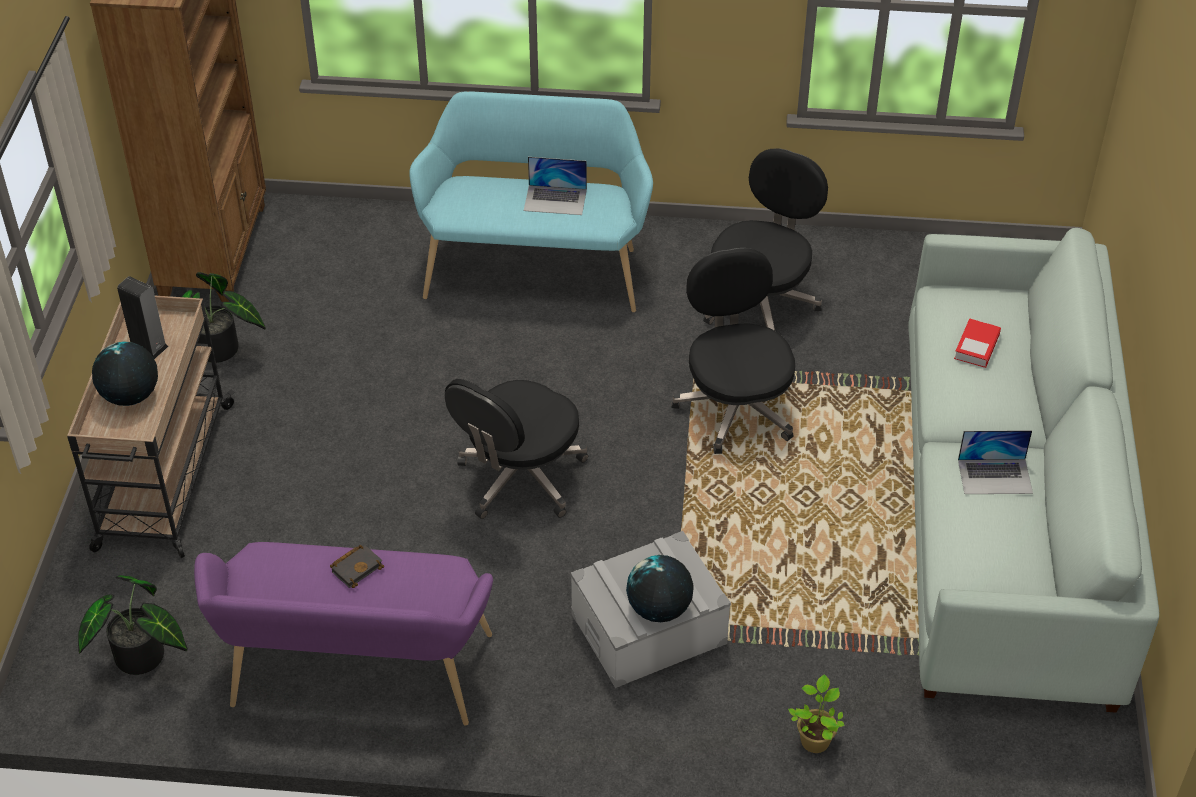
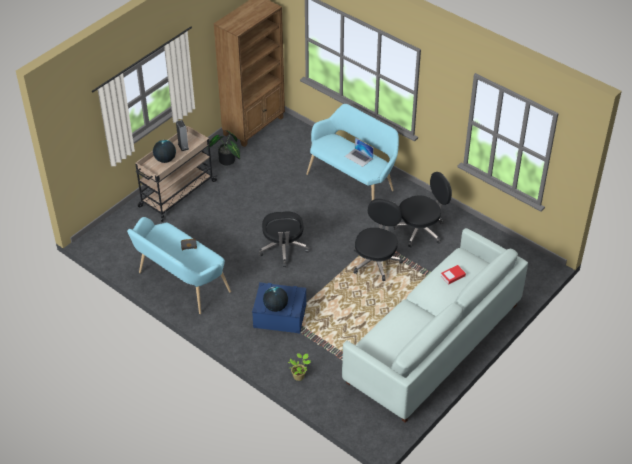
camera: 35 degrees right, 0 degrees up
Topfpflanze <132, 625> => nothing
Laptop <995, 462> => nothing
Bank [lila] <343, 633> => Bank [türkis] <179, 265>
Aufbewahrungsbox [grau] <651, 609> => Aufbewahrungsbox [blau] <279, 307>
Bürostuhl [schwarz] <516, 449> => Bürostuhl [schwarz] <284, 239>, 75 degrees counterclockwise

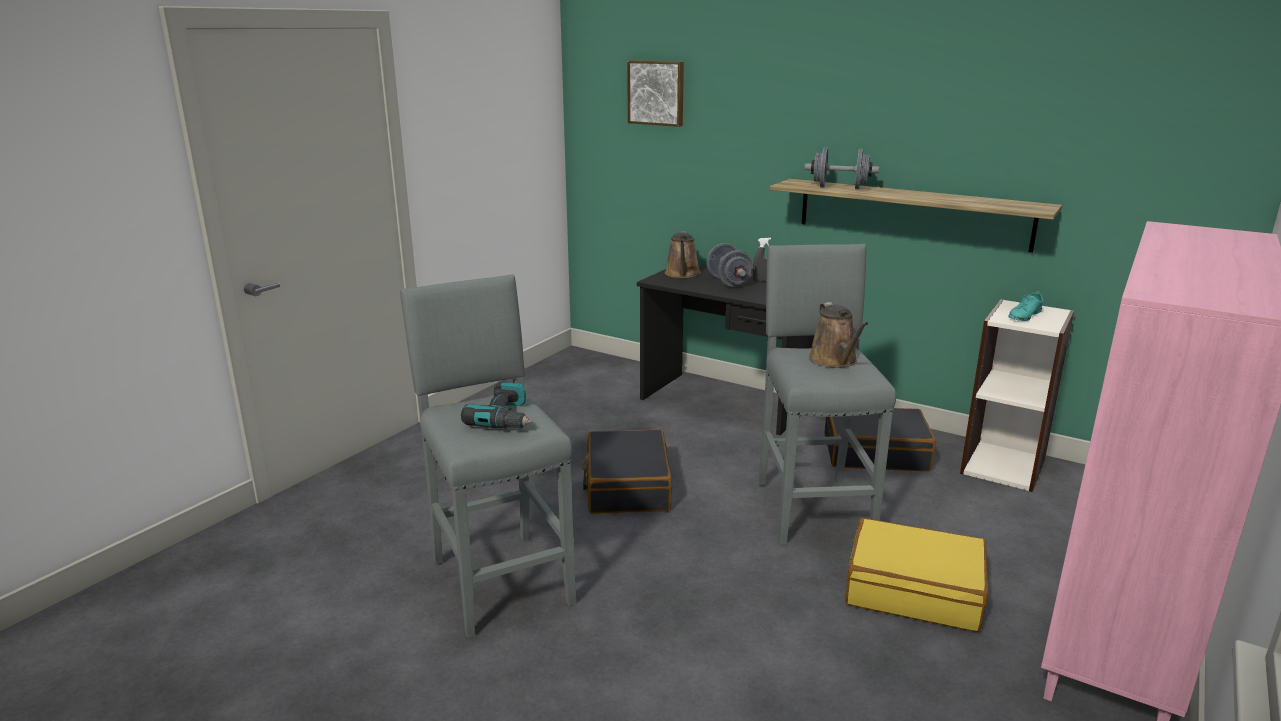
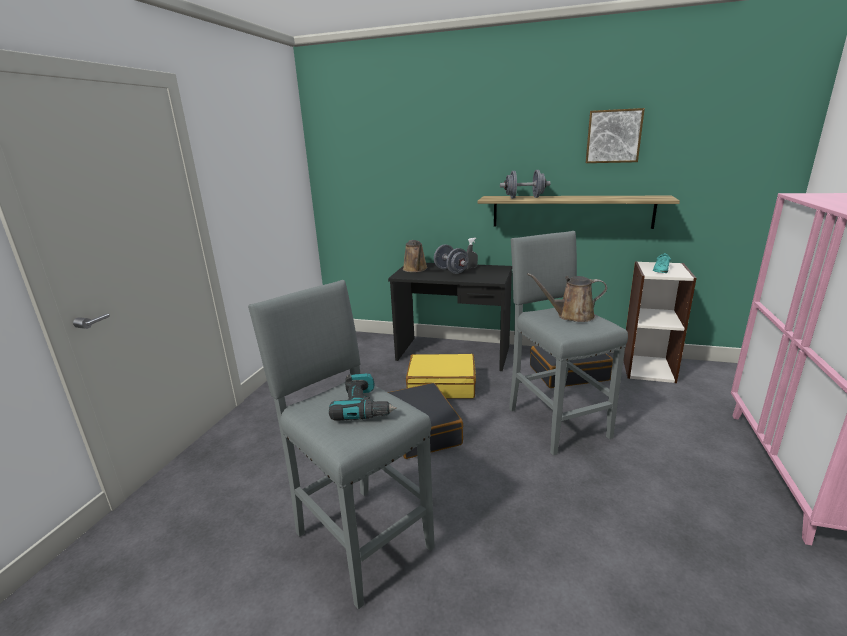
camera: 15 degrees left, 0 degrees up
Bild <655, 93> => Bild <615, 135>, move
Koffer [gelb] <916, 575> => Koffer [gelb] <441, 376>, move
Gießkanne [braun] <839, 335> => Gießkanne [braun] <567, 297>, 120 degrees clockwise

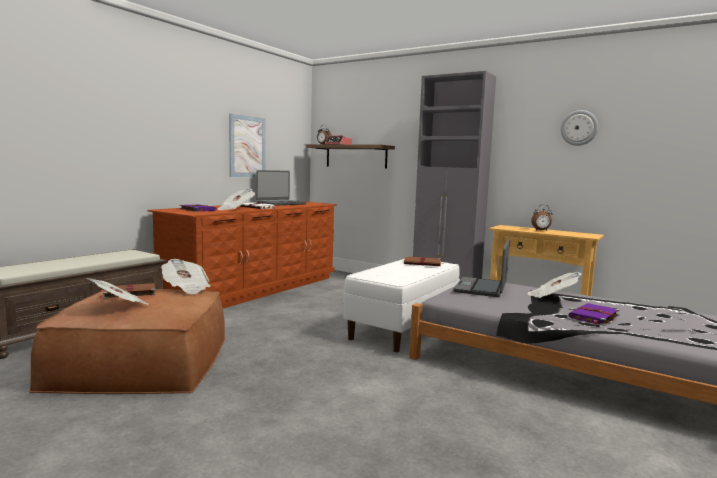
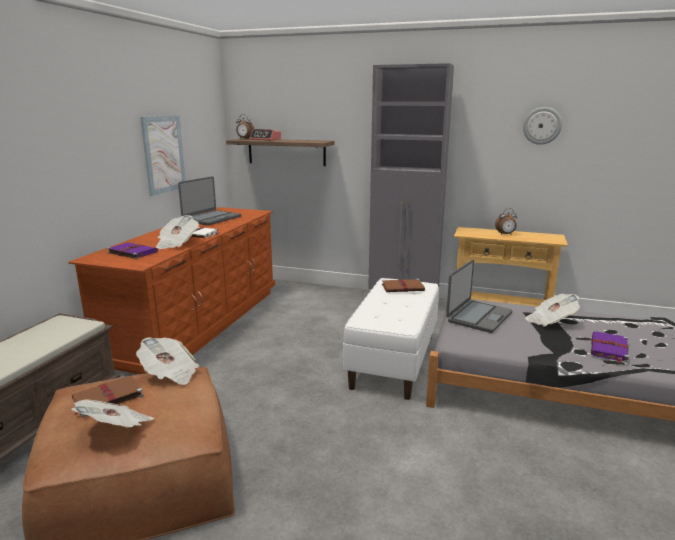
camera: 15 degrees left, 10 degrees up
Laptop <481, 268> => Laptop <479, 296>, 150 degrees counterclockwise

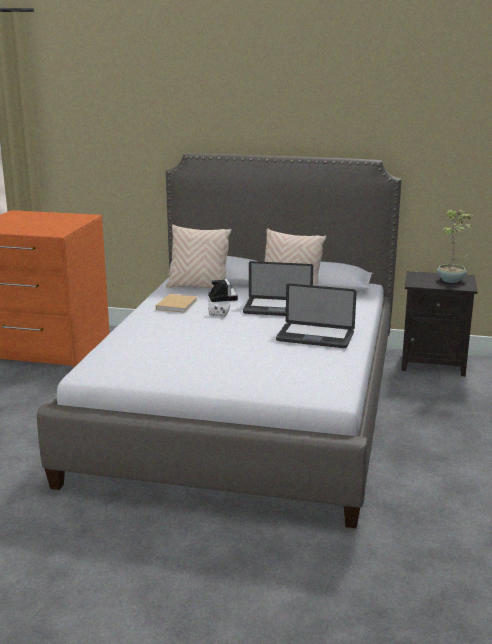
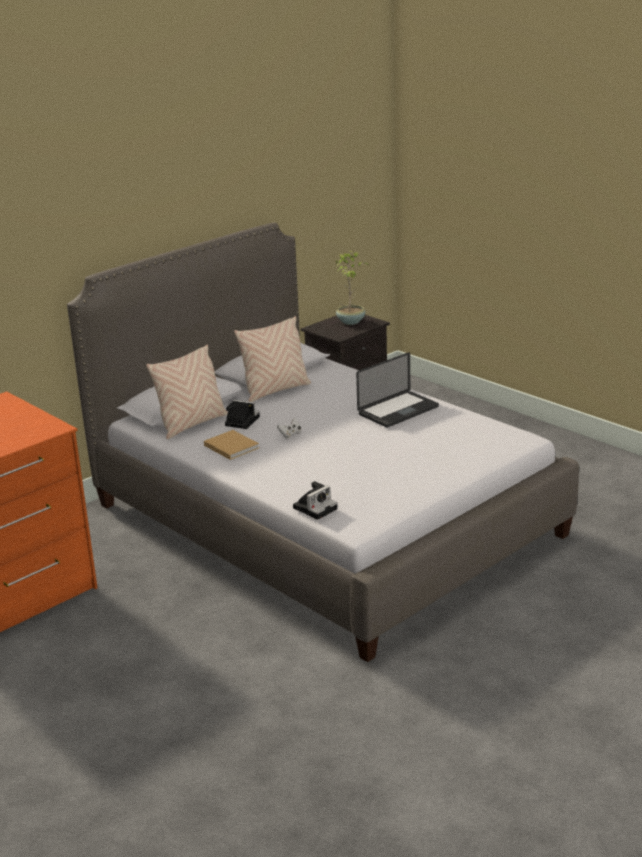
camera: 55 degrees left, 5 degrees up
Laptop <278, 288> => nothing
nothing => Kamera <315, 500>

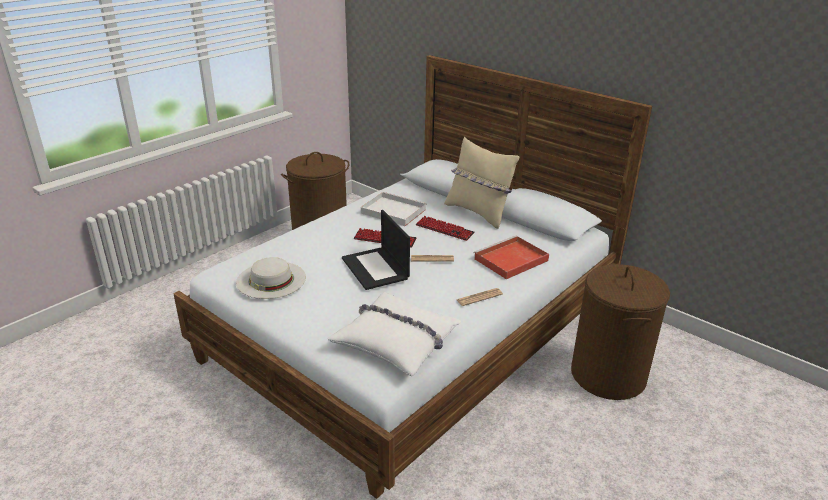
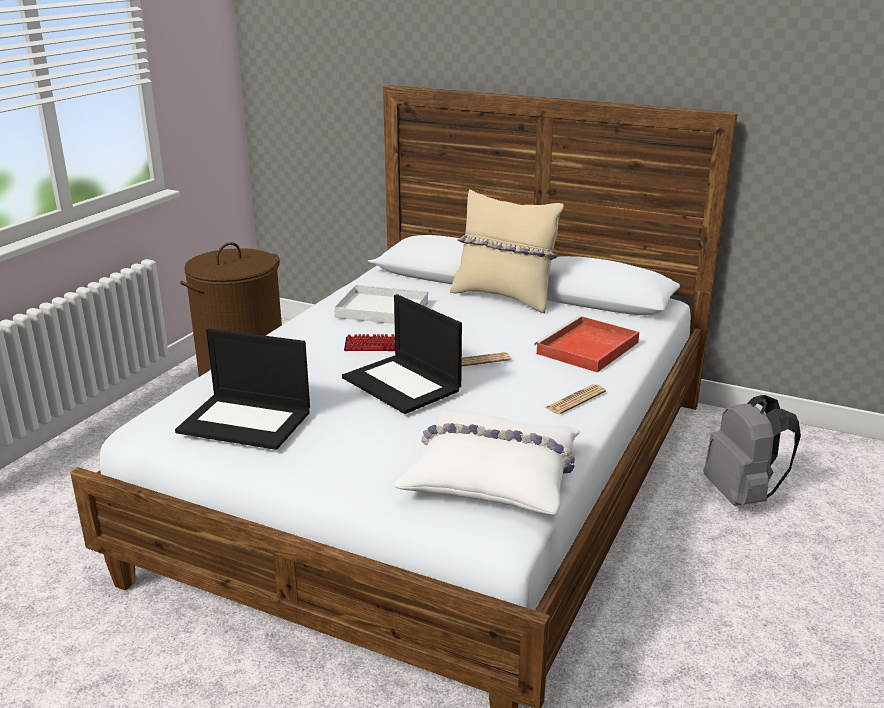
camera: 15 degrees left, 5 degrees down
Tastatur <445, 228> => nothing
Hut [weiß] <271, 278> => Laptop <242, 389>
Wäschekorb [braun] <620, 331> => Rucksack [grau] <752, 450>

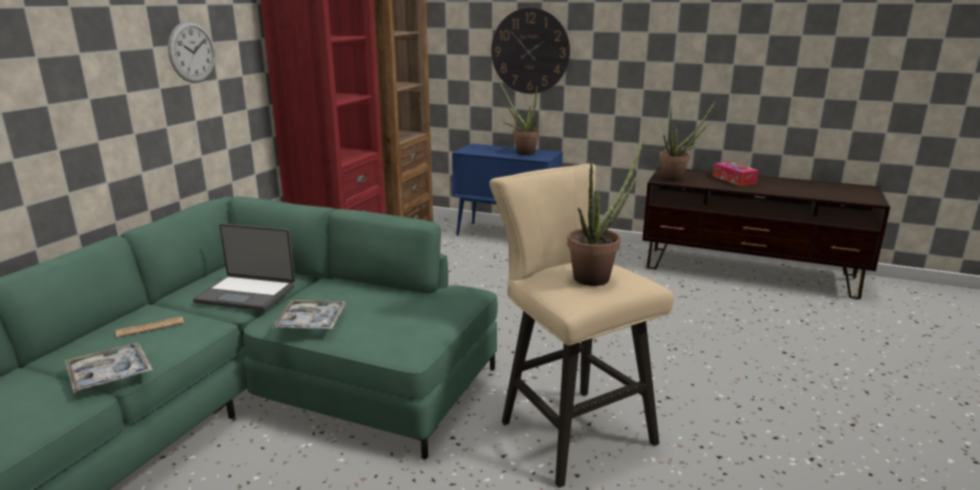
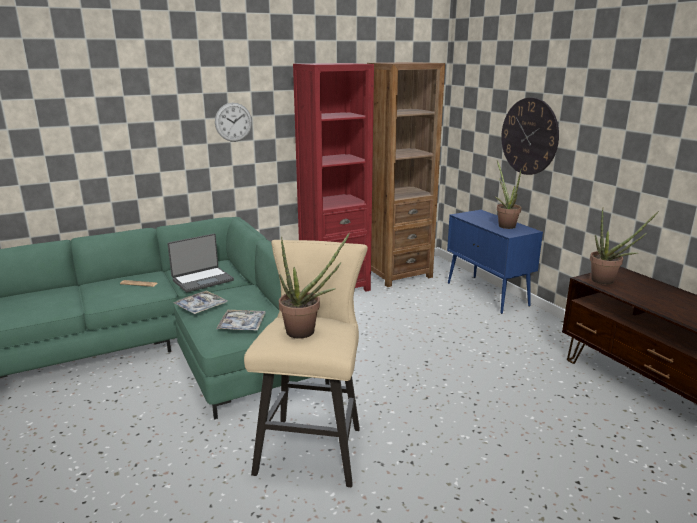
camera: 40 degrees right, 0 degrees up
Taschentuchbox <735, 173> => nothing
Tablett <109, 368> => Tablett <241, 320>, move
Laptop <244, 267> => Laptop <201, 263>, 90 degrees counterclockwise

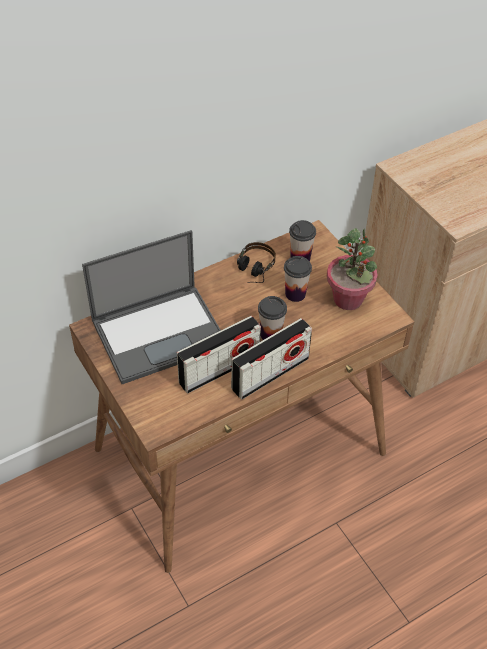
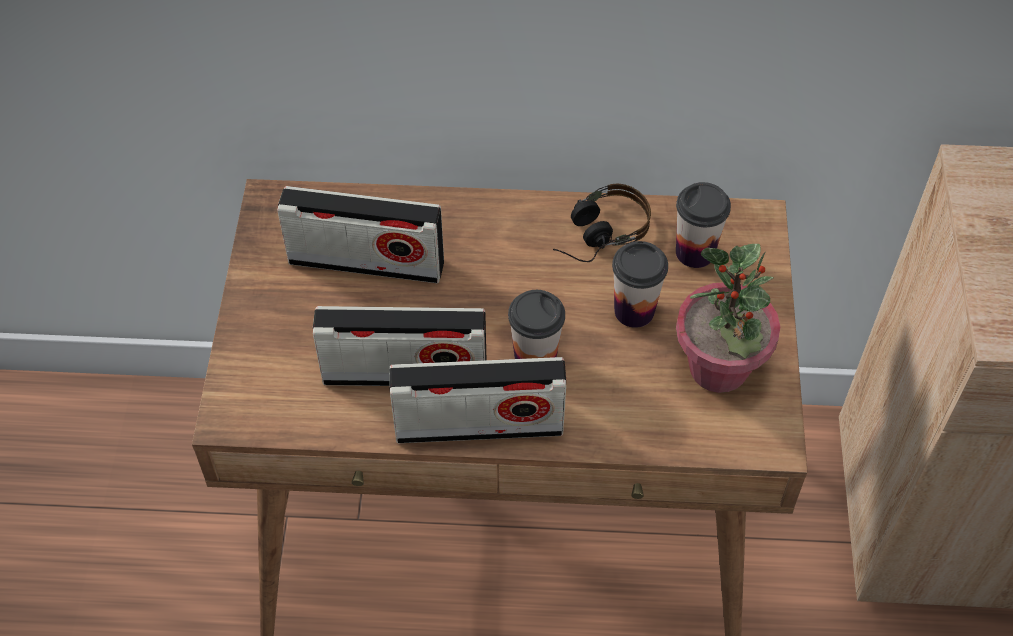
camera: 35 degrees right, 5 degrees up
Laptop <151, 307> => Radio <360, 234>

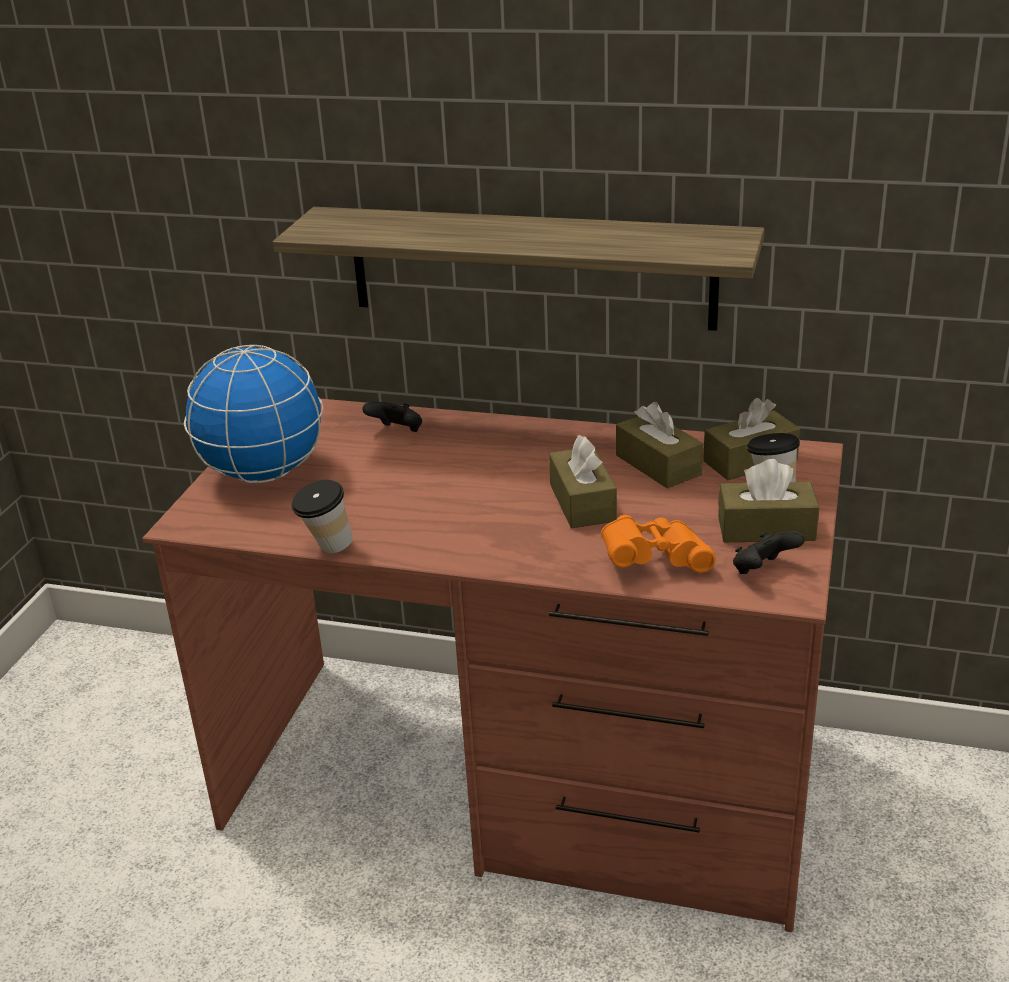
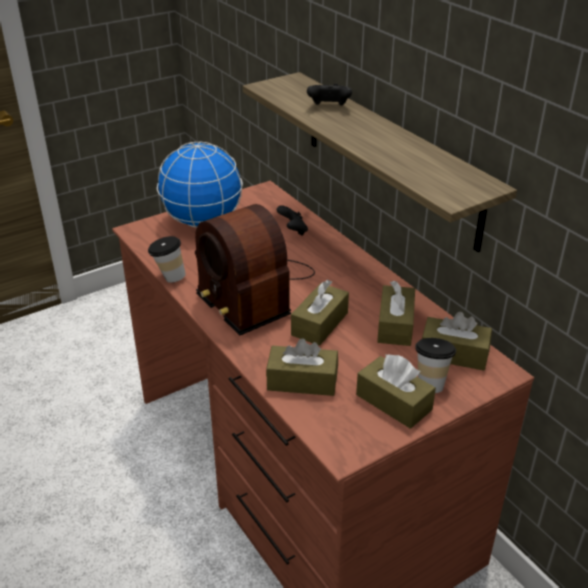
camera: 40 degrees right, 5 degrees up
nothing => Radio <255, 269>
Gamepad [schwarz] <769, 552> => Gamepad [schwarz] <329, 95>, move
Fernglas [orange] <658, 544> => Taschentuchbox [braun] <302, 367>

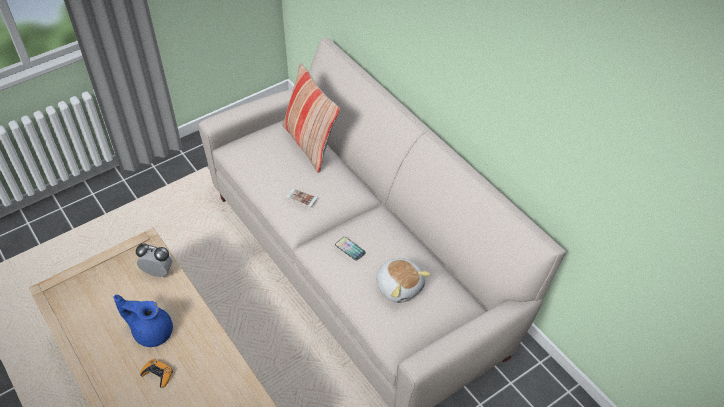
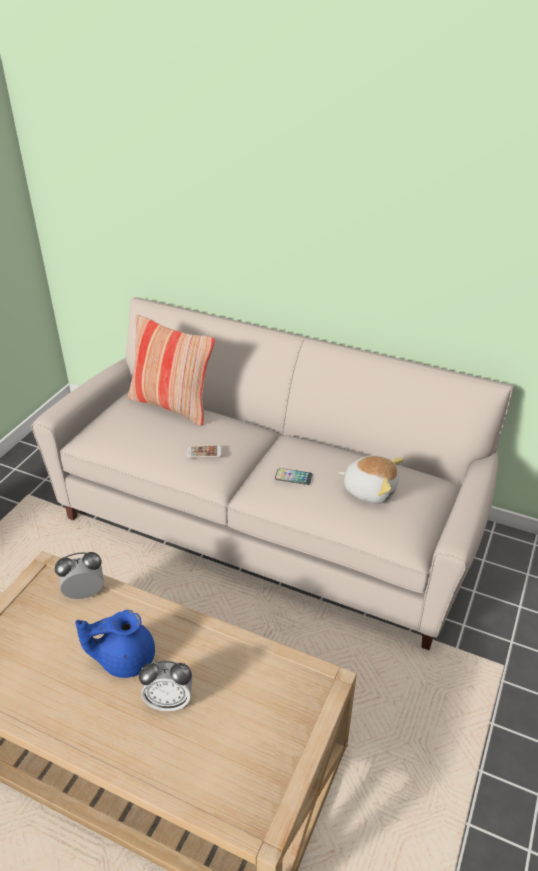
camera: 30 degrees left, 10 degrees down
Gamepad [orange] <156, 373> => Wecker <165, 686>

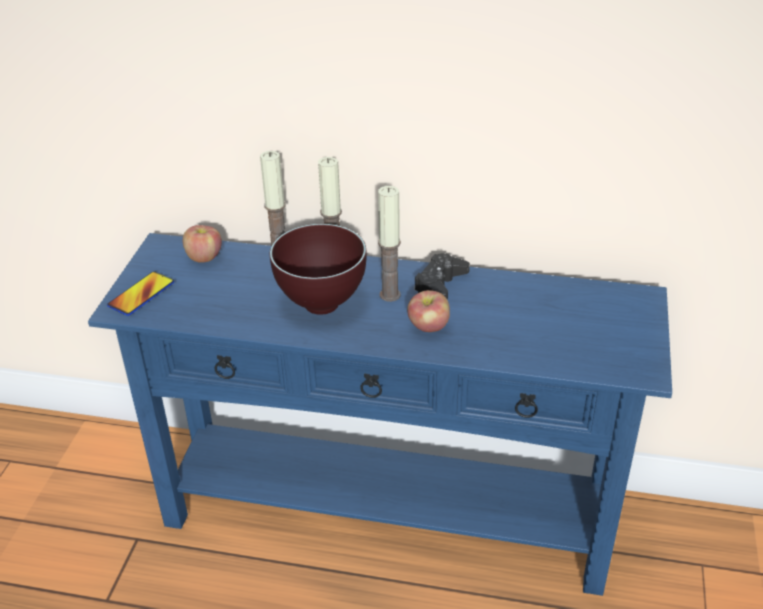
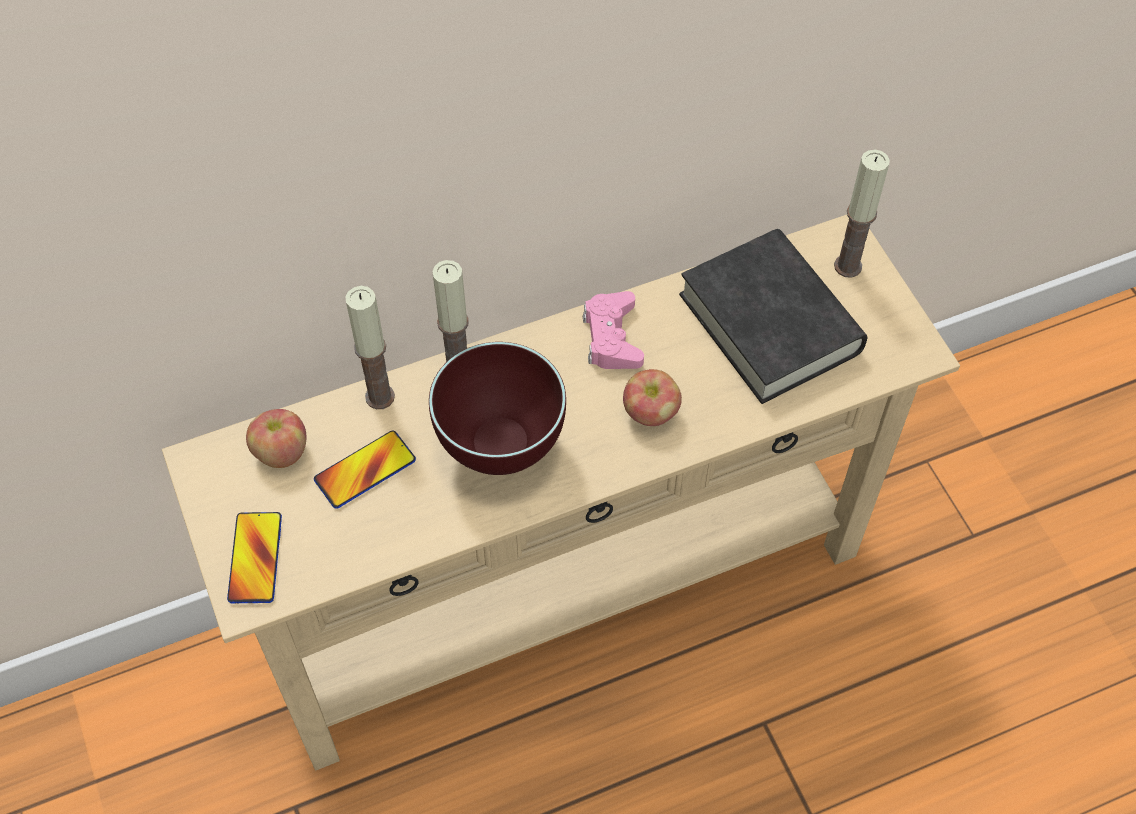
camera: 35 degrees left, 20 degrees up
nothing => Handy <365, 470>
nothing => Buch [schwarz] <773, 316>
Kerze <389, 244> => Kerze <862, 213>, move
Konsolentisch [blau] <380, 414> => Konsolentisch [beige] <561, 492>
Gamepad [schwarz] <442, 276> => Gamepad [rosa] <613, 330>

